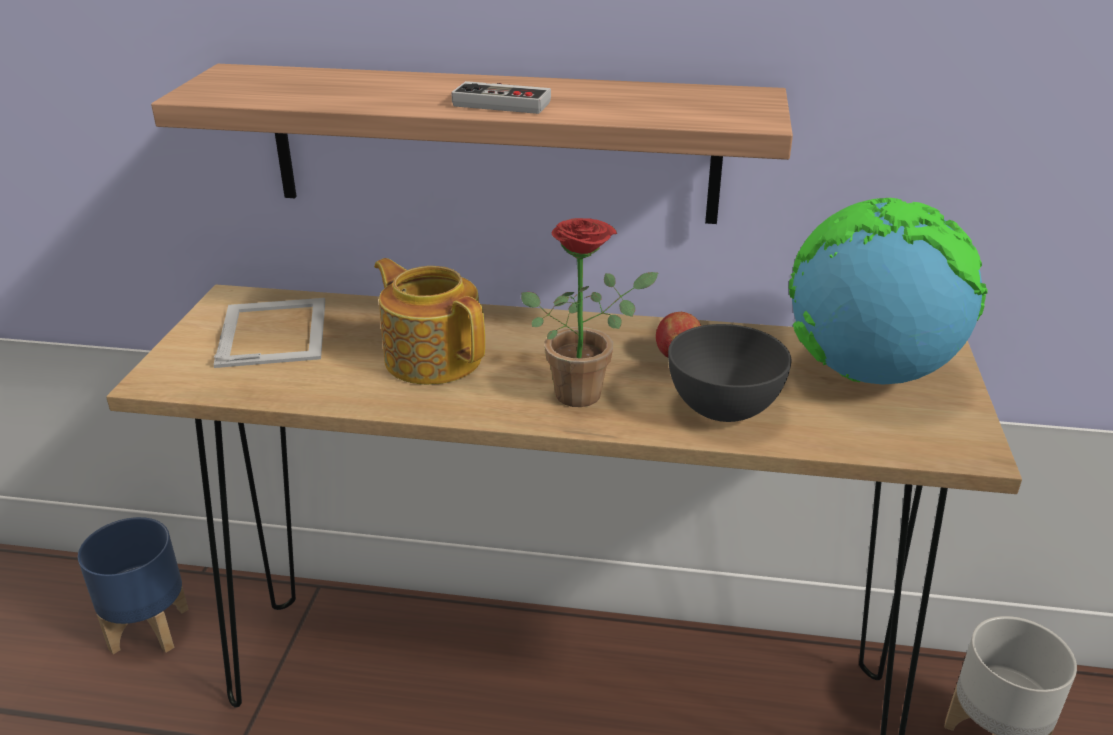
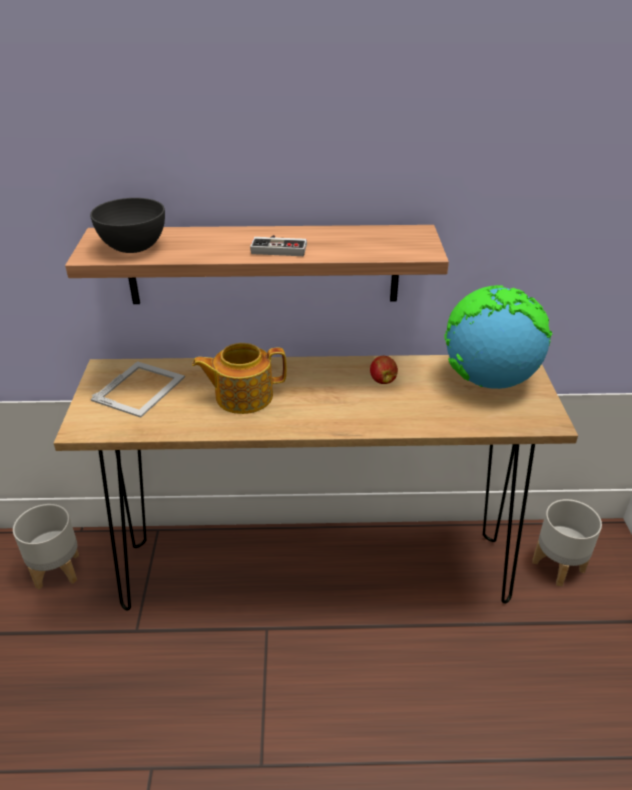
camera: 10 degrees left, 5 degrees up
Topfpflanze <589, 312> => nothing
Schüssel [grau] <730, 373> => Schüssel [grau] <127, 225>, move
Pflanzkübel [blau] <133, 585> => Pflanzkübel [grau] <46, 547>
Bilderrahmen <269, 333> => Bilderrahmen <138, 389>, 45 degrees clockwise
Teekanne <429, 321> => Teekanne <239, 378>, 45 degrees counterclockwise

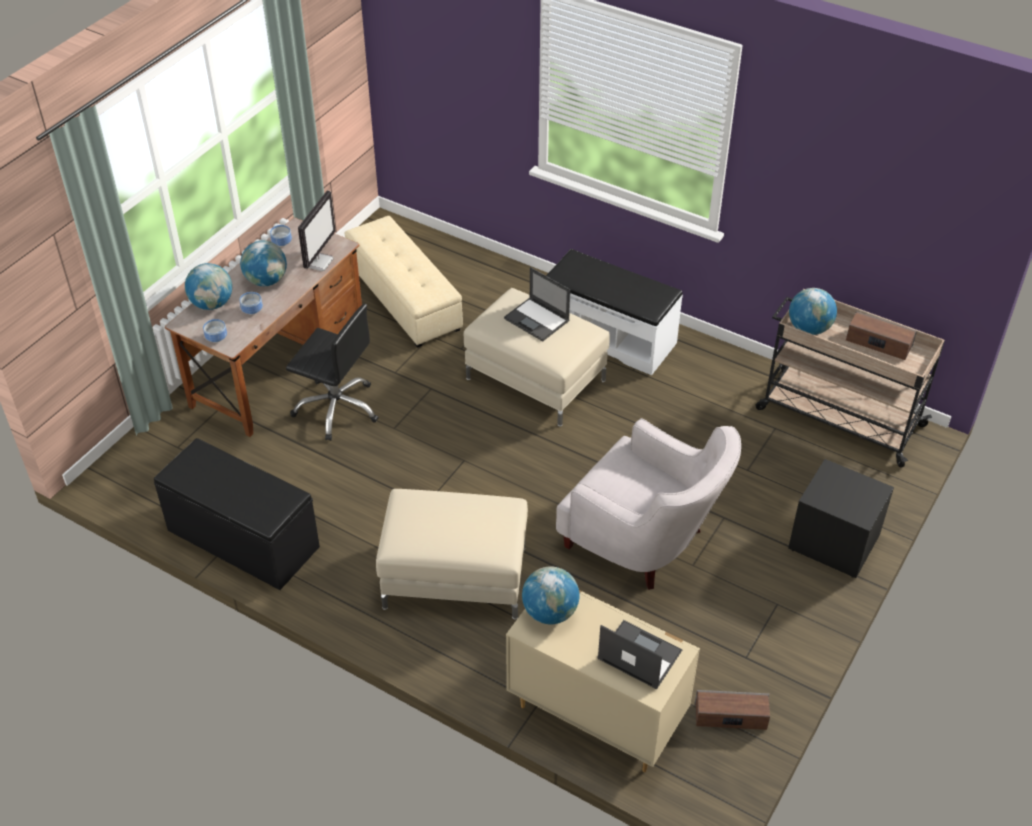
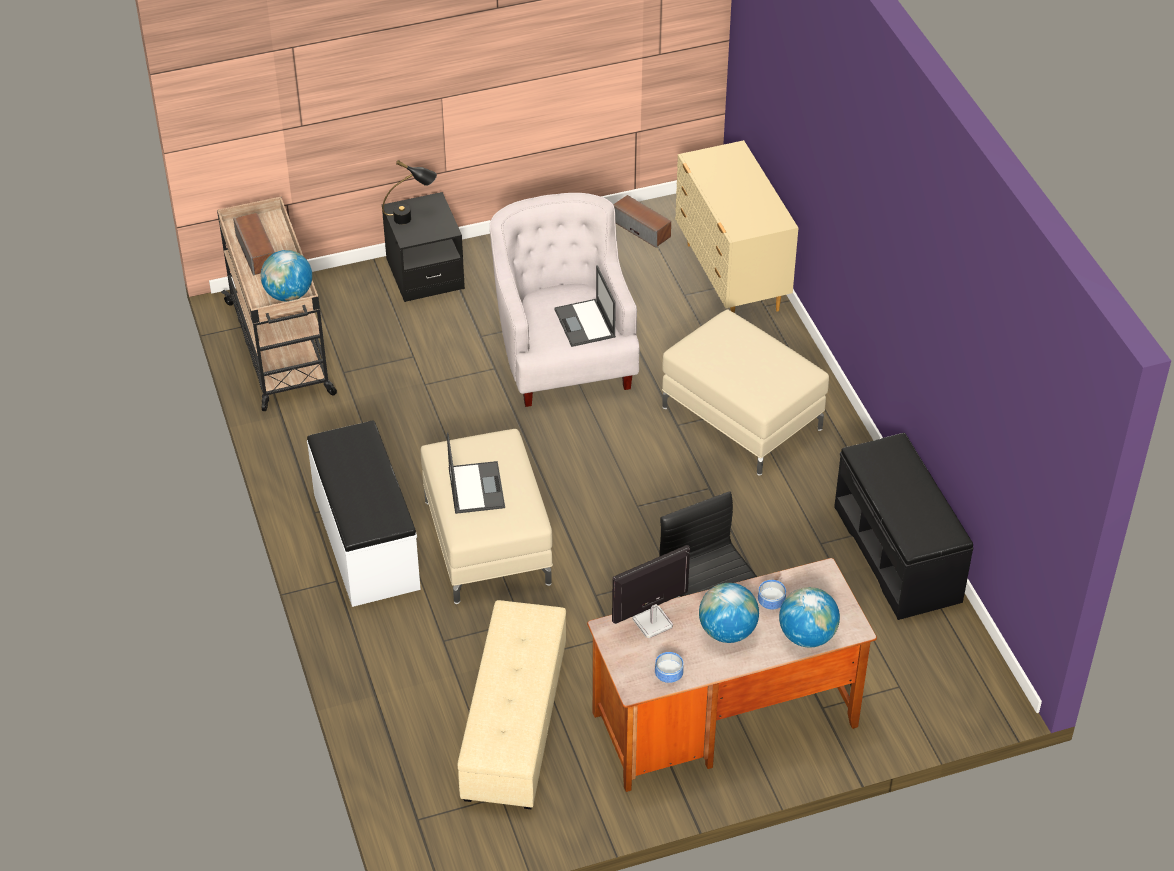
camera: 140 degrees left, 0 degrees up
Schüssel <215, 330> => nothing
Globus <551, 595> => nothing
nothing => Tischlampe [schwarz] <409, 192>
Laptop <640, 654> => Laptop <585, 306>, move

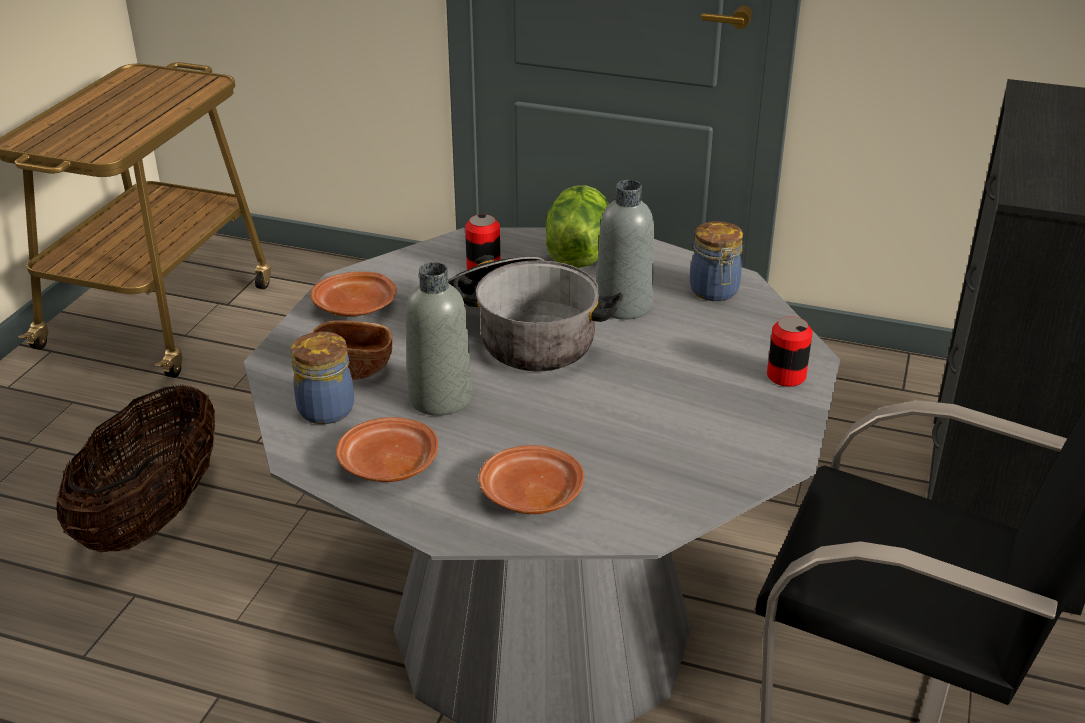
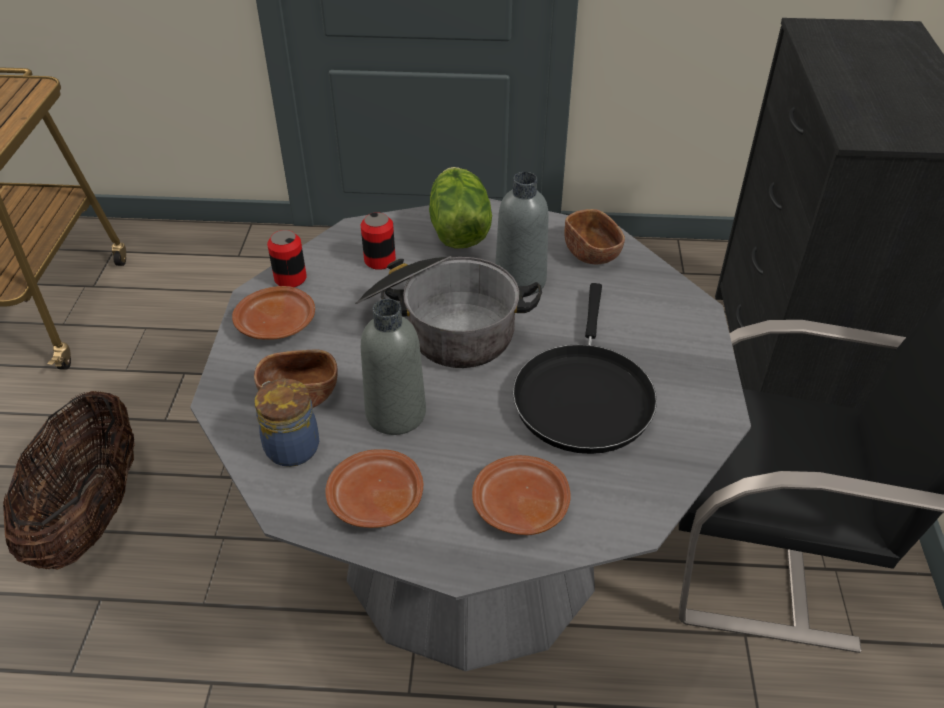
camera: 15 degrees left, 10 degrees up
nothing => Pfanne [schwarz] <585, 368>
Dose <789, 351> => Dose <287, 258>, move
Vorratsglas <716, 261> => Schüssel [braun] <594, 236>

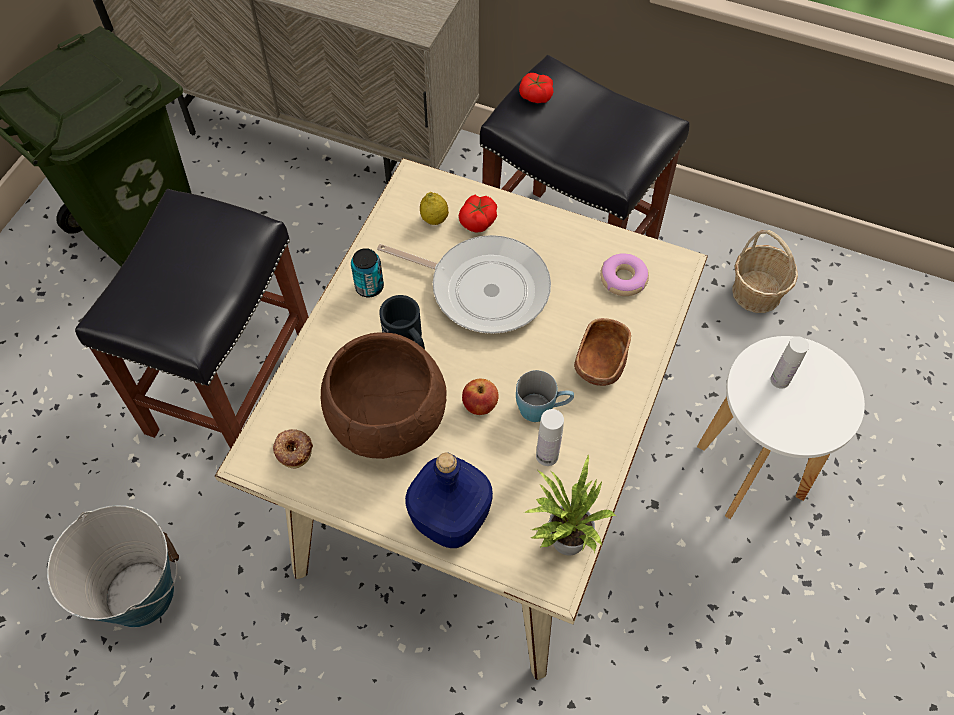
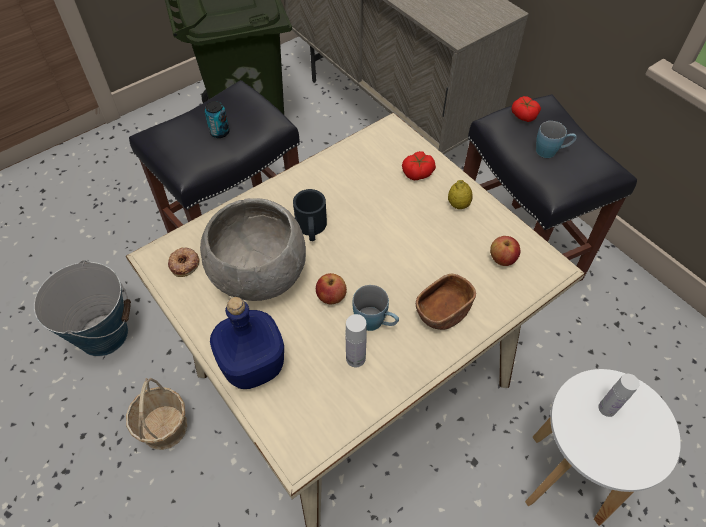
camera: 30 degrees right, 5 degrees down
Pfanne <464, 284> => nothing
Topfpflanze <570, 504> => nothing
nothing => Henkelbecher [blau] <556, 139>
Dose <367, 272> => Dose <217, 119>, move
Zitrone <434, 208> => Zitrone <460, 194>, move
Korb <765, 271> => Korb <156, 414>, move
Donut <624, 274> => Apfel <505, 251>
Schüssel [braun] <384, 395> => Schüssel [grau] <253, 249>

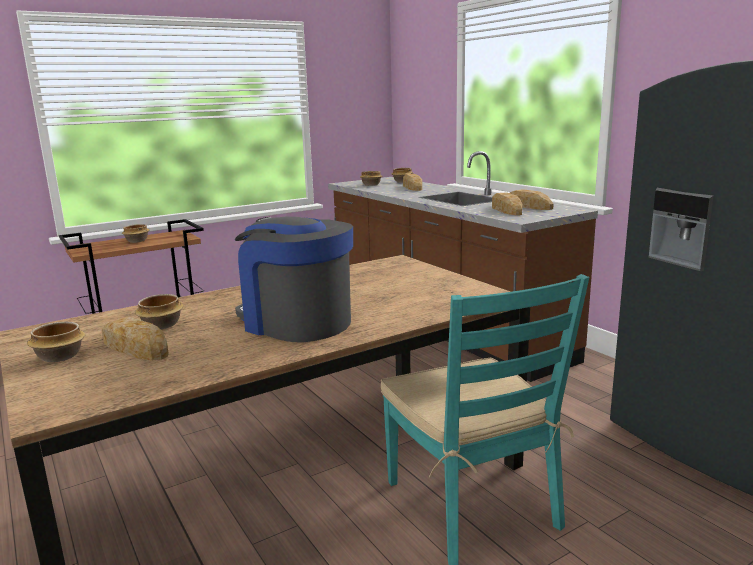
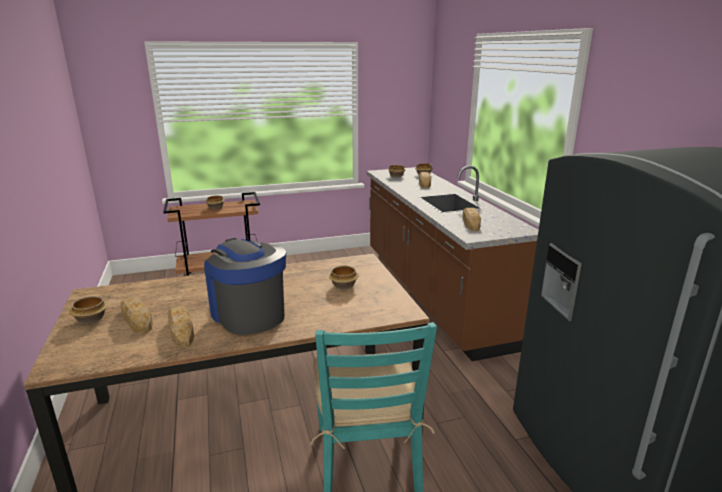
camera: 15 degrees right, 5 degrees up
Schüssel <159, 311> => Schüssel <343, 277>, move
Brot <531, 199> => Brot <180, 327>, move

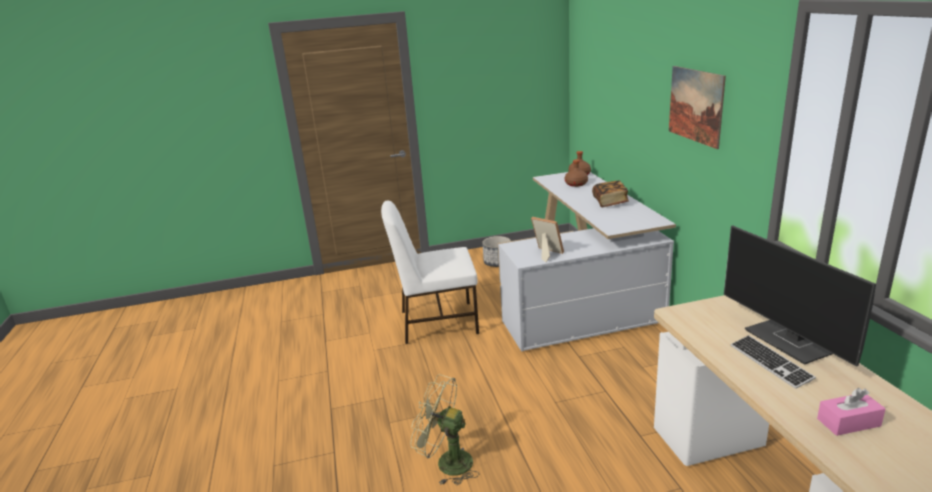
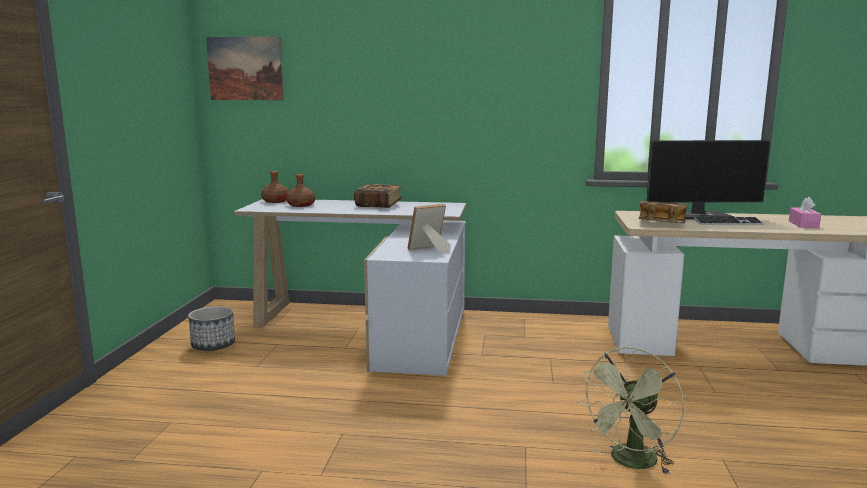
camera: 70 degrees left, 10 degrees down
Stuhl [weiß] <430, 272> => nothing
nothing => Buch <663, 212>
Bild <697, 107> => Bild <245, 68>, move

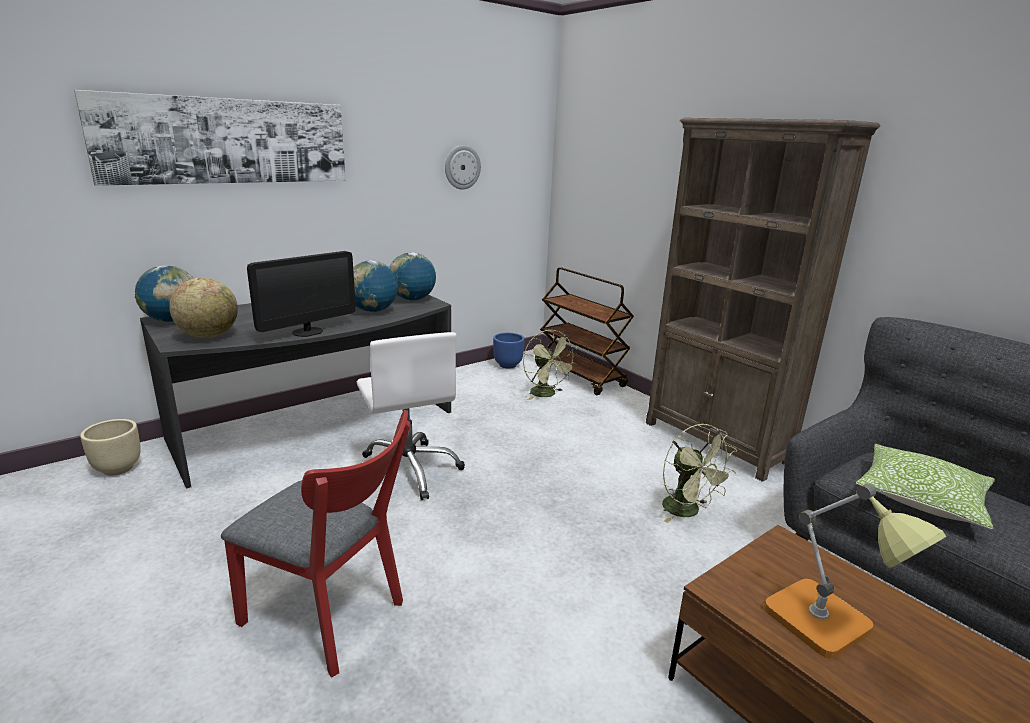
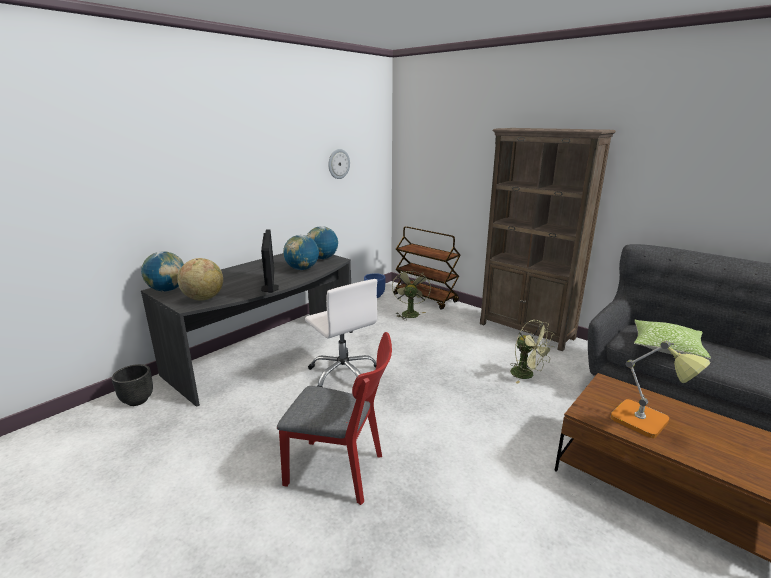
camera: 10 degrees left, 0 degrees up
Bild <210, 138> => nothing
Pflanzkübel [beige] <110, 447> => Pflanzkübel [schwarz] <132, 385>
Monitor <301, 294> => Monitor <270, 261>, 45 degrees counterclockwise
Ventilator [grün] <550, 365> => Ventilator [grün] <411, 294>, 135 degrees counterclockwise

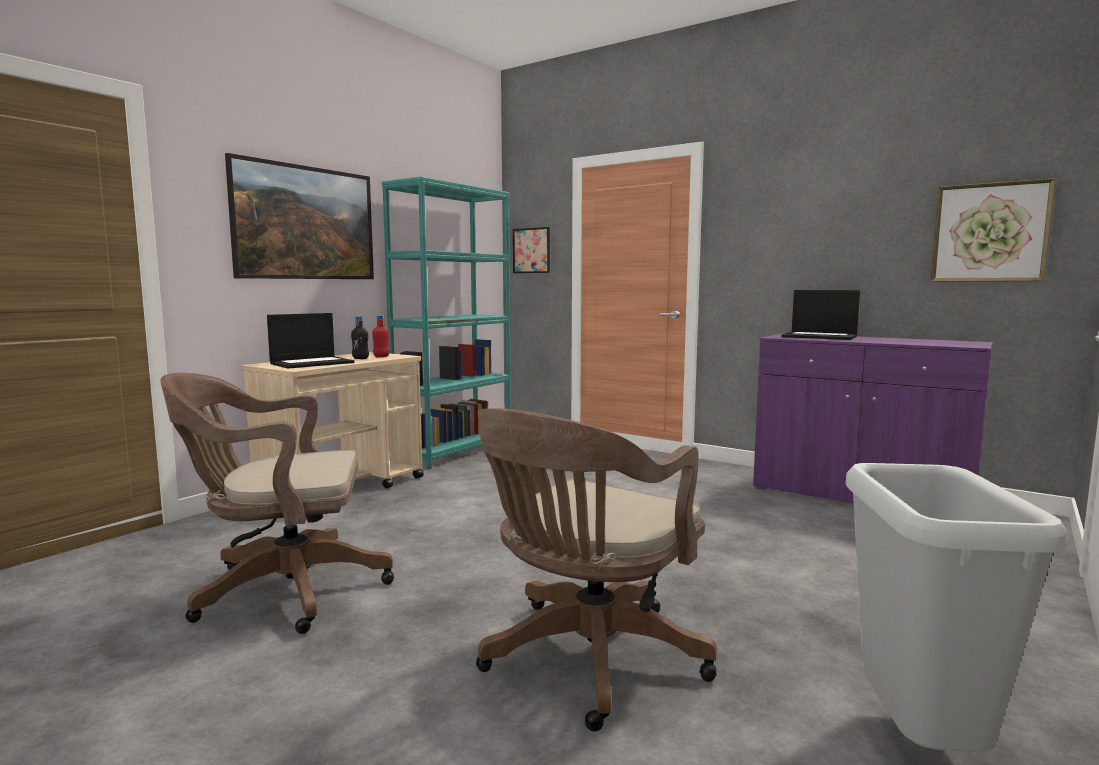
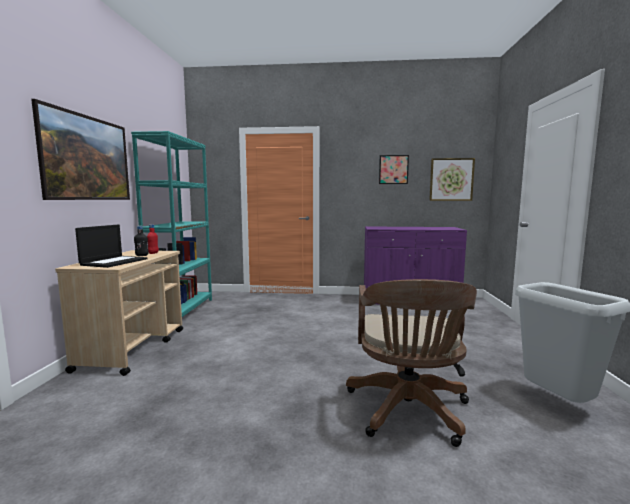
camera: 30 degrees left, 0 degrees up
Bürostuhl [braun] <277, 503> => nothing
Laptop <820, 315> => nothing
Bild <531, 250> => Bild <394, 169>, move

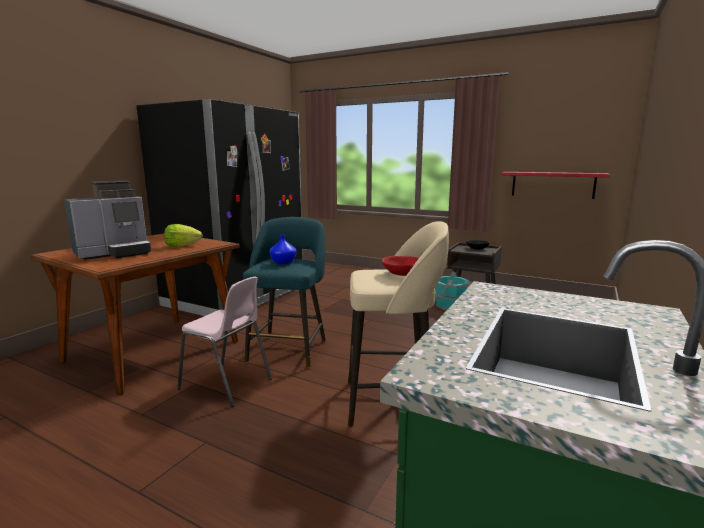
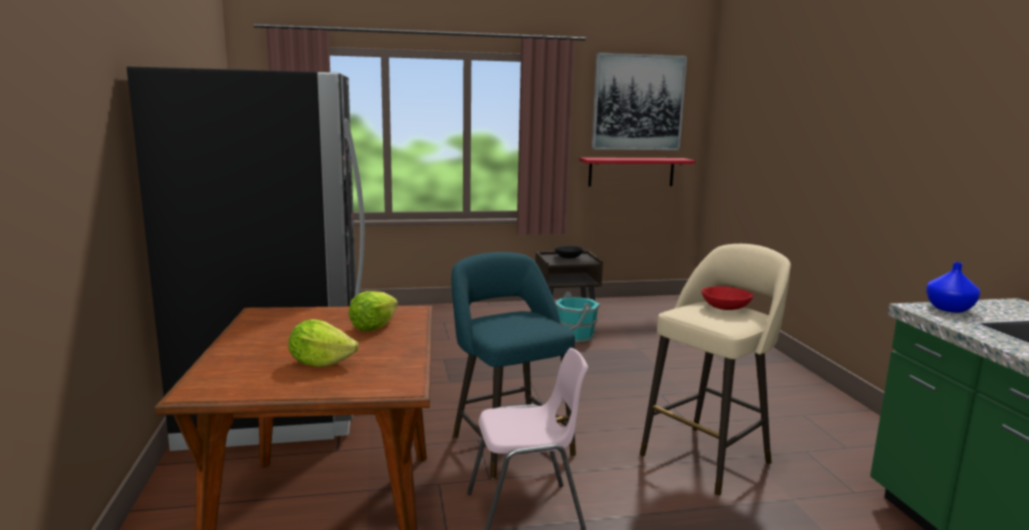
camera: 40 degrees left, 0 degrees up
nothing => Bild <639, 101>
Vase [blau] <283, 249> => Vase [blau] <953, 287>, move
Kaffeemaschine <107, 220> => Salatkopf <323, 343>

